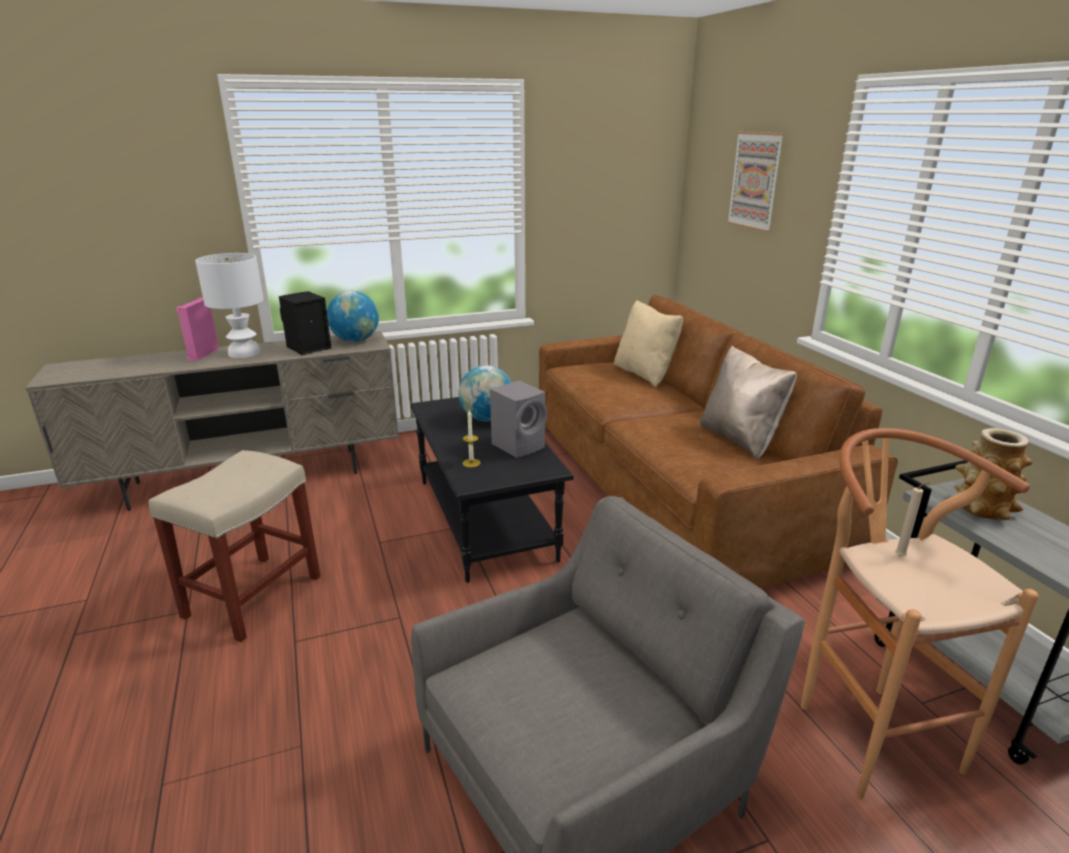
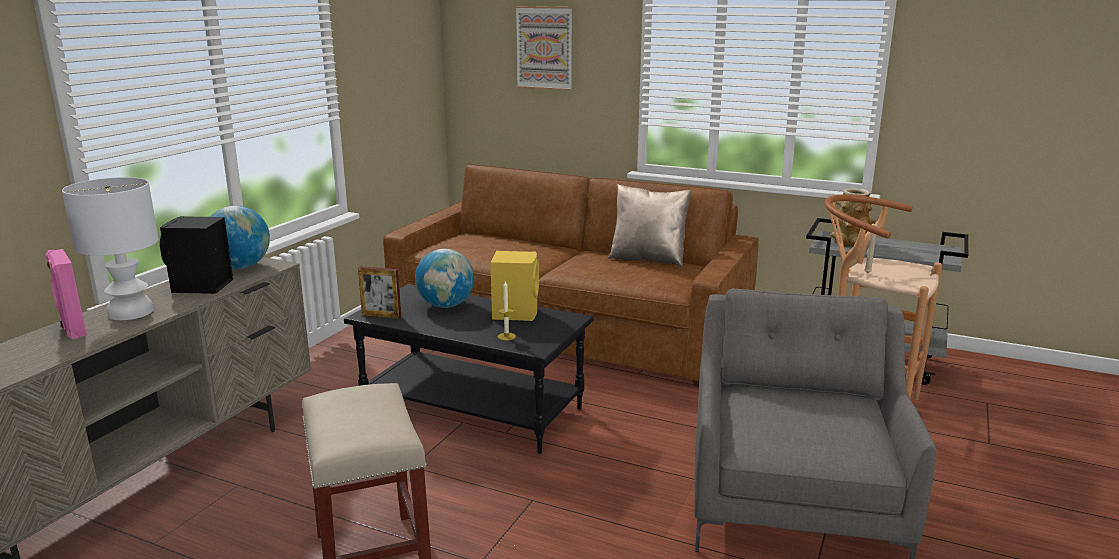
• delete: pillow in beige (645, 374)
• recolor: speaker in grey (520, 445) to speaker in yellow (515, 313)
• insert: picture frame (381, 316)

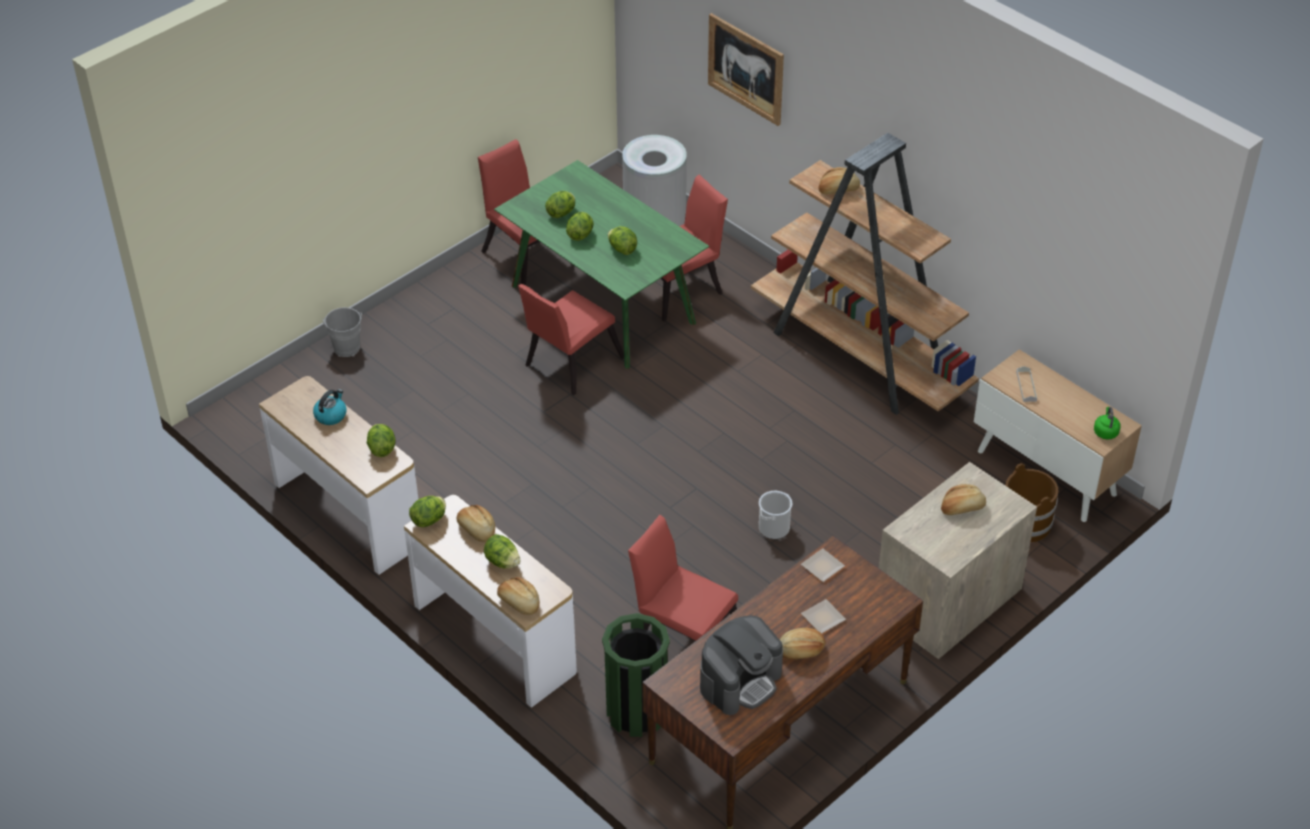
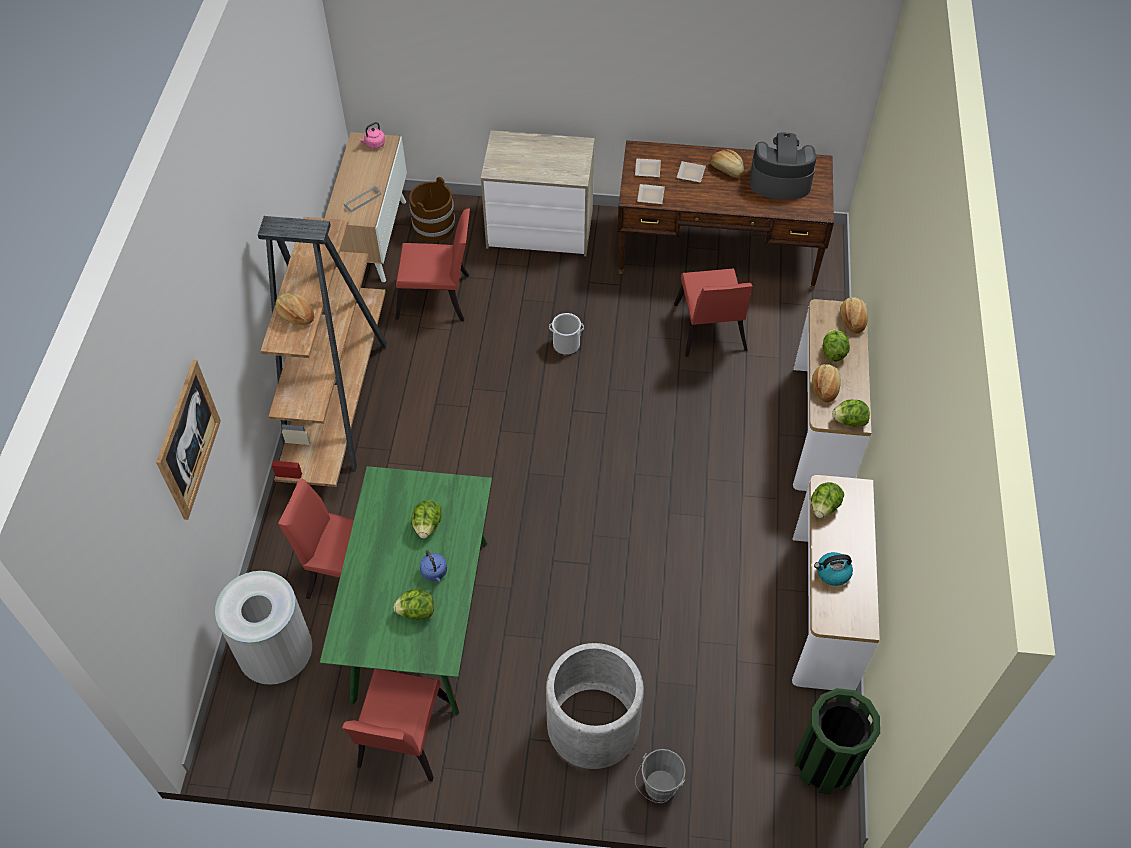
• replace: lettuce (580, 234) to kettle in blue (434, 572)
• move: chair in red (569, 364) to (438, 298)
• recolor: kettle in green (1105, 432) to kettle in pink (374, 144)
• delete: bread (962, 508)
• move: trash can in green (637, 712) to (824, 764)
• insert: plate (648, 170)
• insert: planter in grey (592, 725)

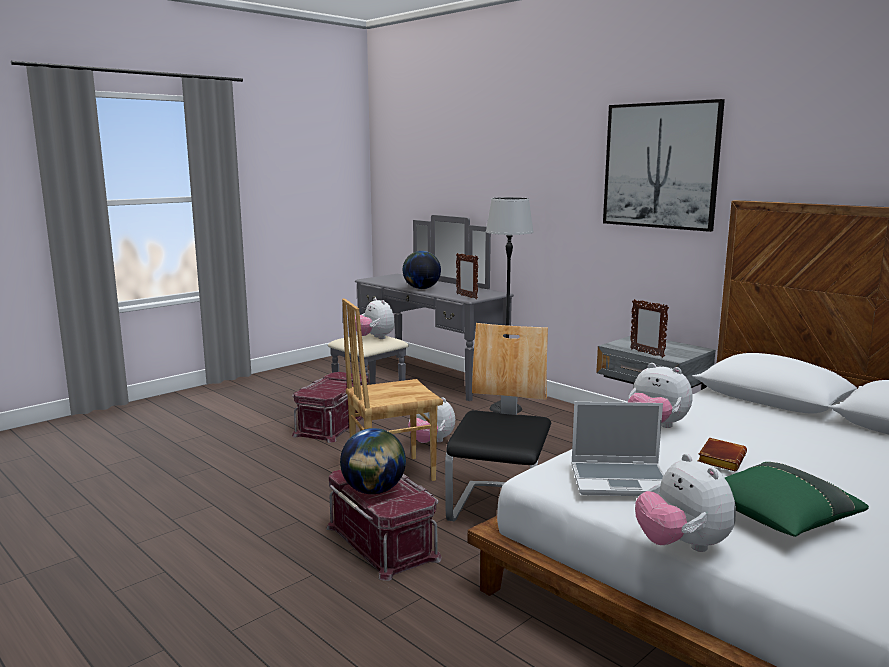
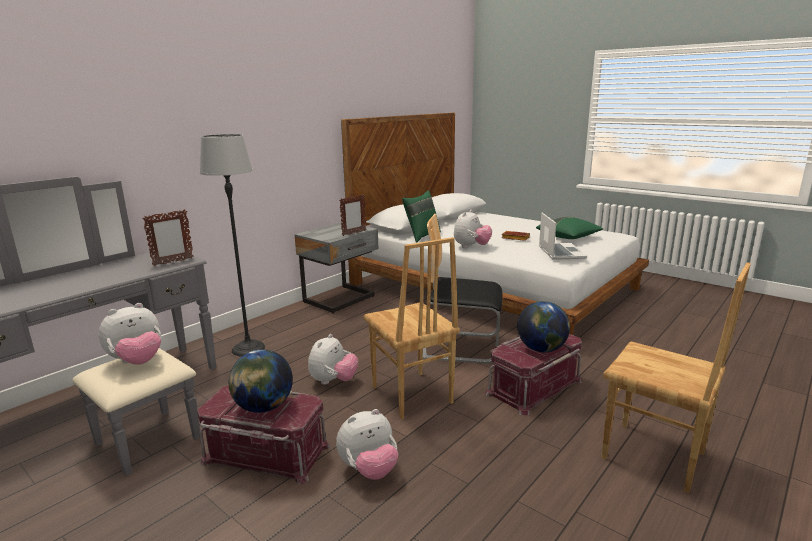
• delete: picture (660, 165)
• move: globe (421, 288) to (263, 407)
• move: plush toy (682, 546) to (369, 470)
• insert: pillow in green (421, 236)
• insert: chair in brown (653, 457)

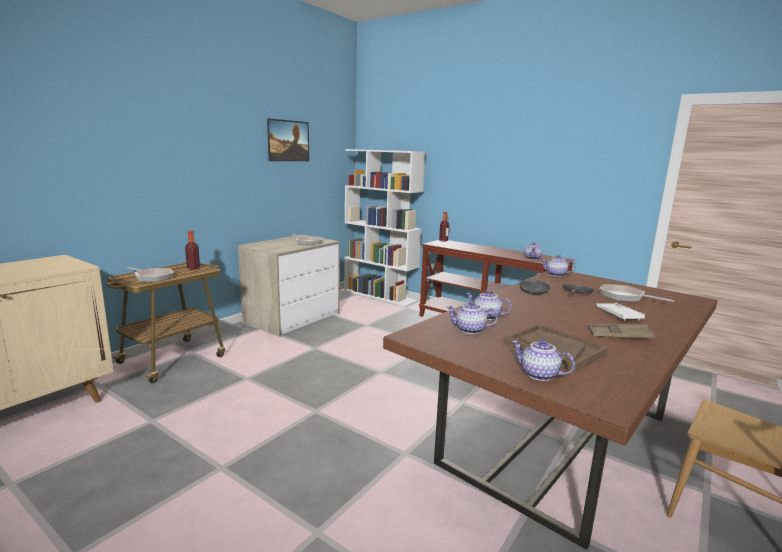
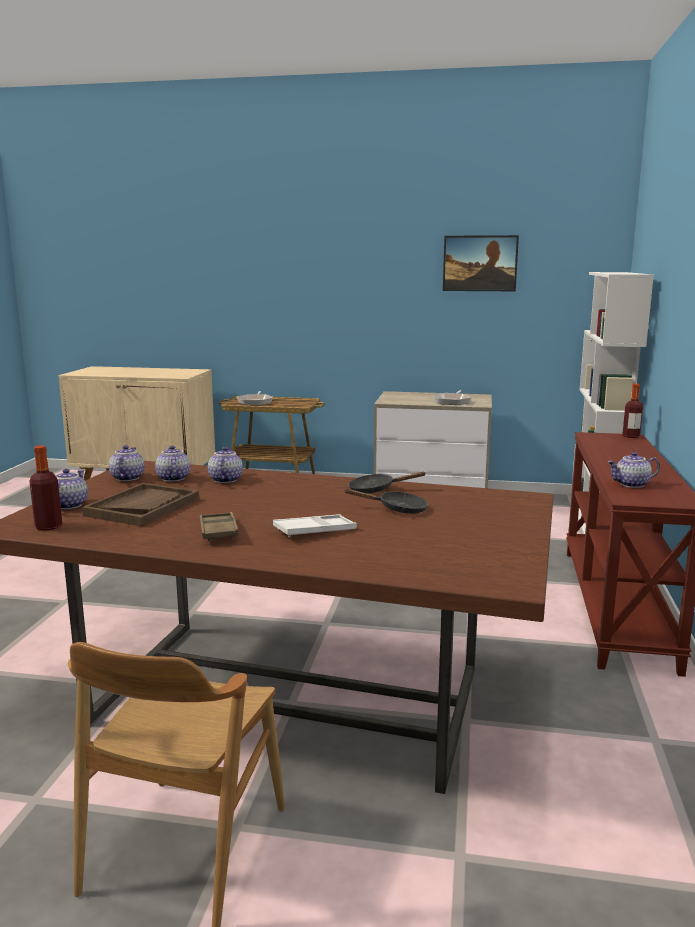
• move: bottle (193, 268) to (48, 526)
• move: teapot (555, 275) to (126, 478)
• delete: frying pan (625, 297)

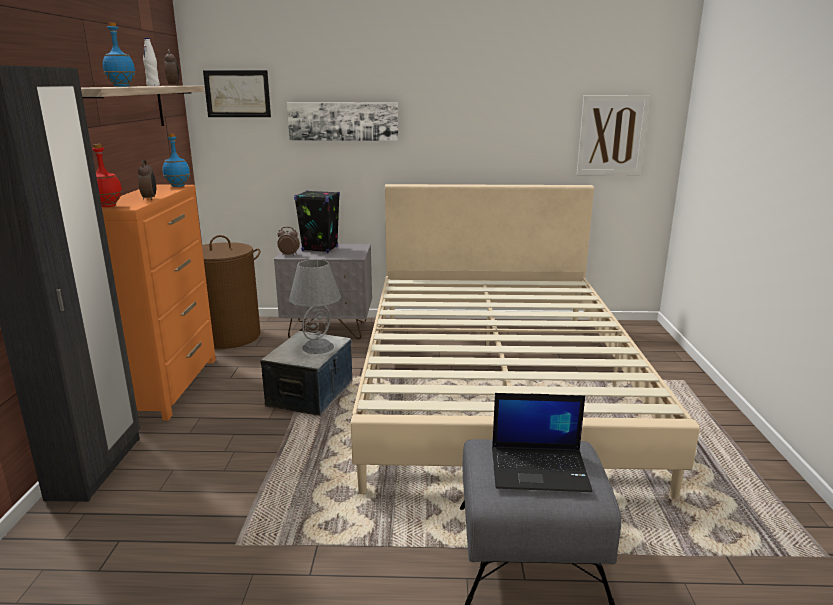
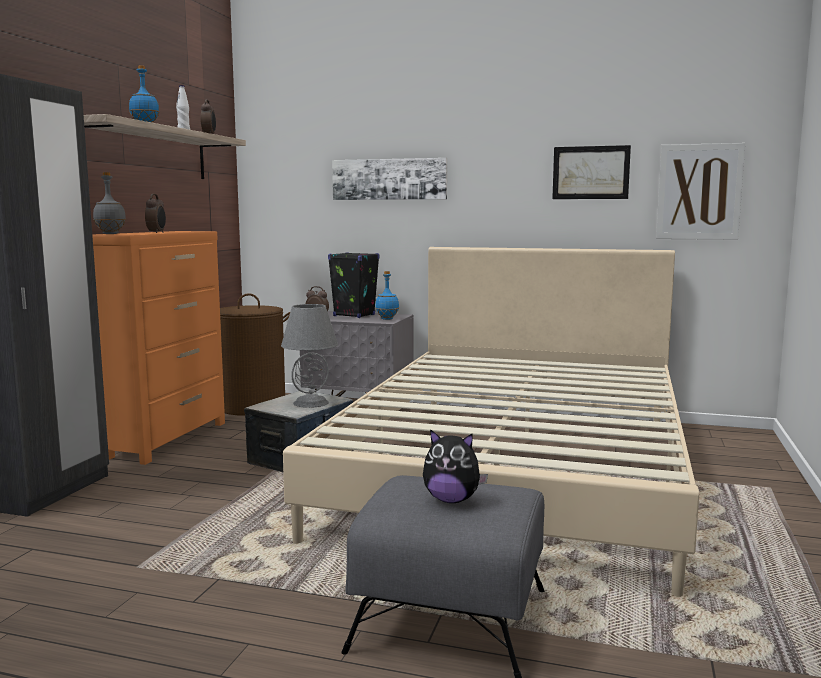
• move: picture (237, 94) to (590, 172)
• move: bottle in blue (178, 186) to (387, 319)
• recolor: bottle in red (108, 206) to bottle in grey (110, 234)
• replace: laptop (540, 469) to plush toy (452, 500)

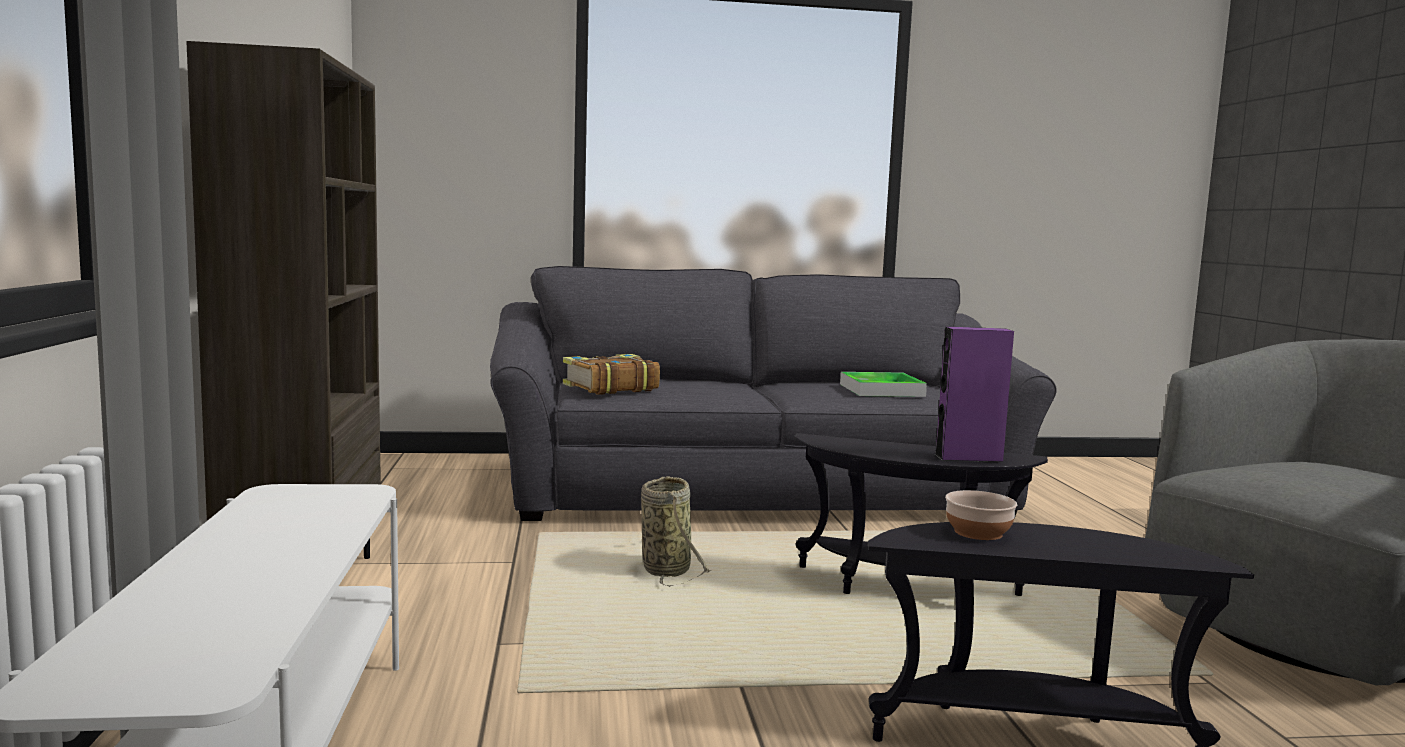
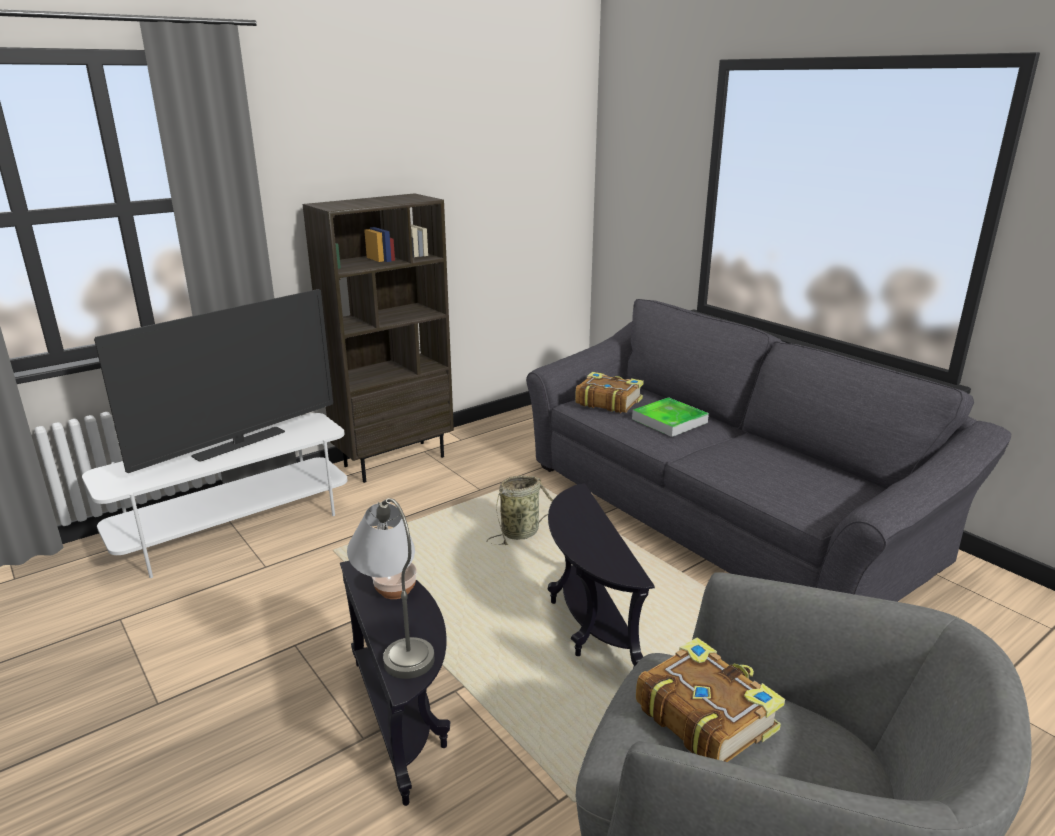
• delete: speaker in purple (968, 458)
• move: tray (881, 390) to (669, 421)
• insert: television (239, 444)
• insert: table lamp in grey (397, 640)
• insert: book (705, 715)

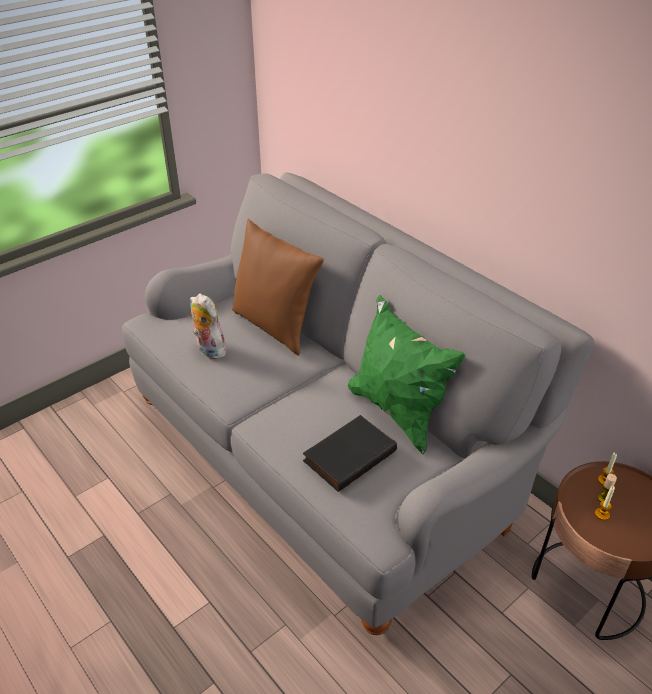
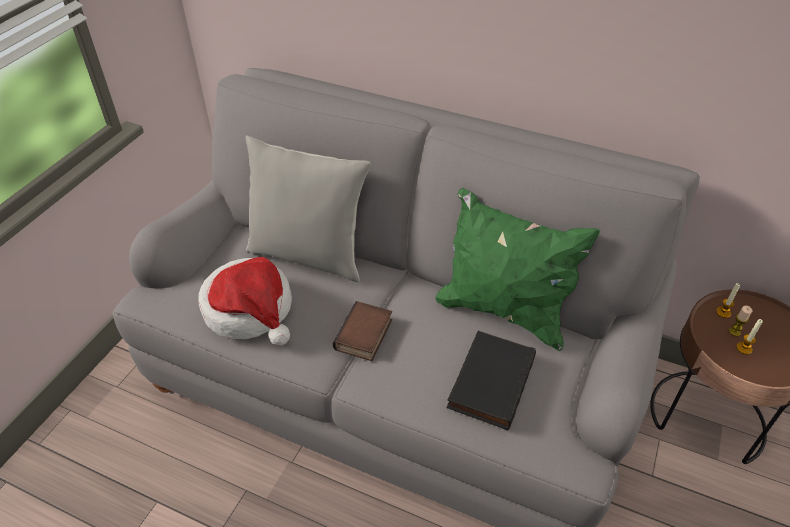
• recolor: pillow in brown (275, 326) to pillow in grey (309, 255)
• replace: plush toy (208, 350) to hat (250, 310)
• insert: book (365, 336)

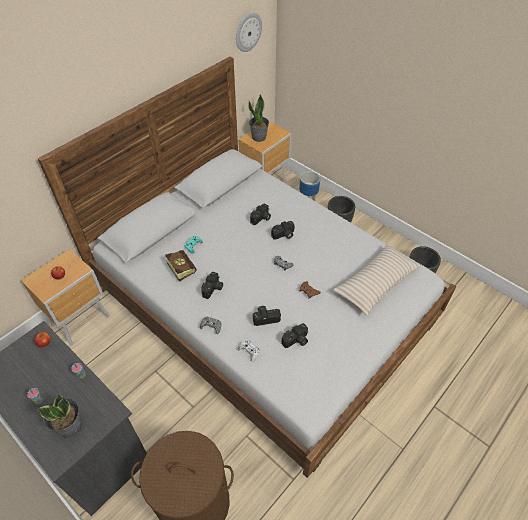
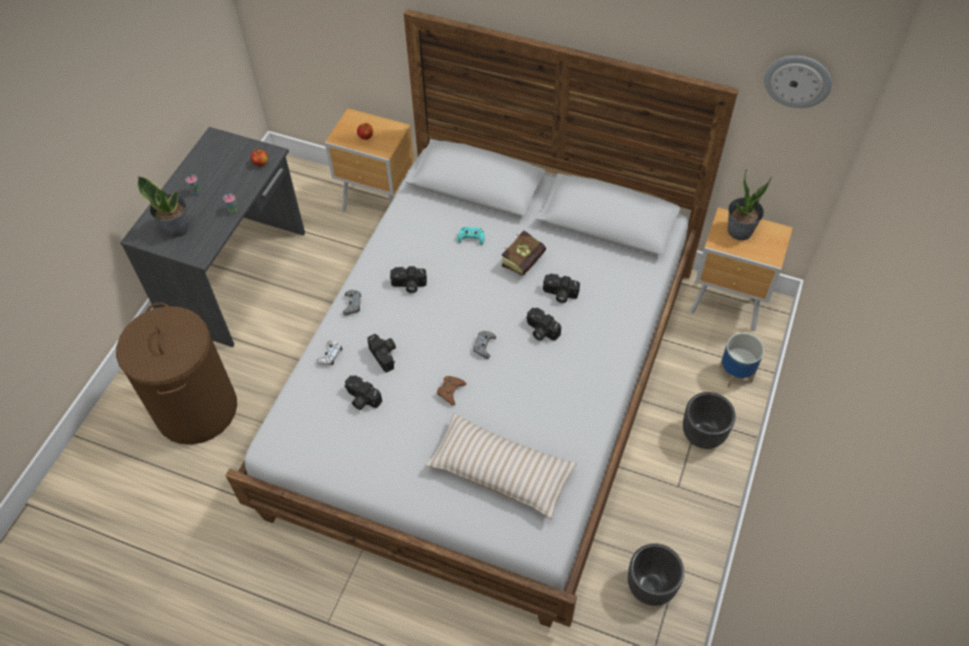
• move: book (180, 268) to (526, 259)

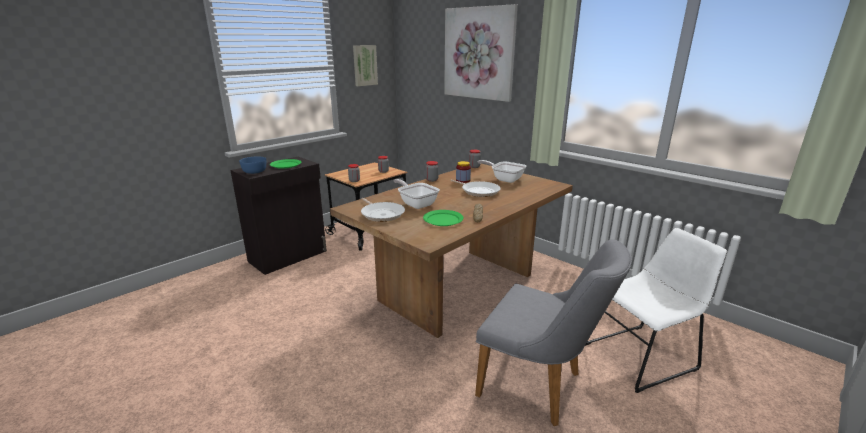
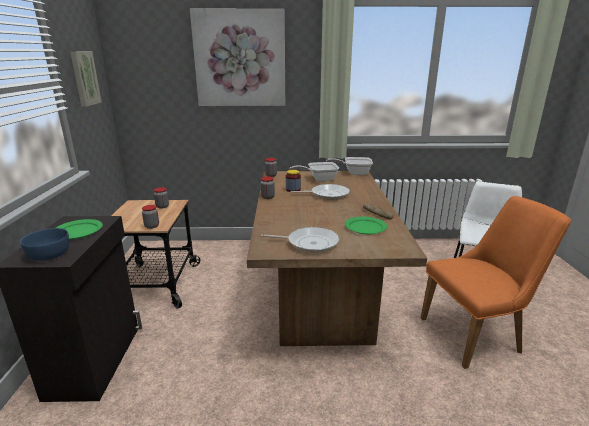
• move: frying pan (416, 204) to (354, 173)
• recolor: chair in grey (539, 386) to chair in orange (478, 334)

